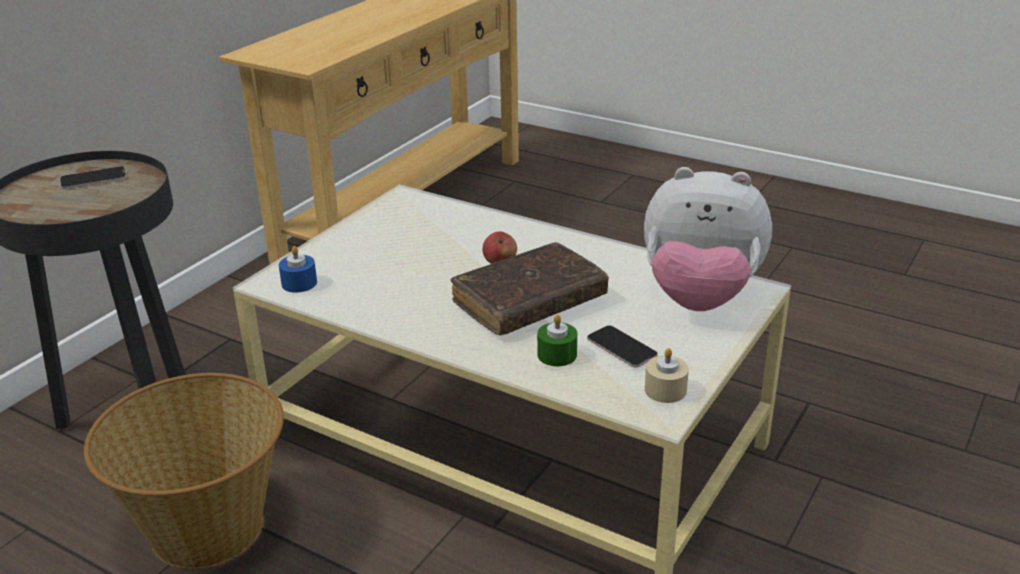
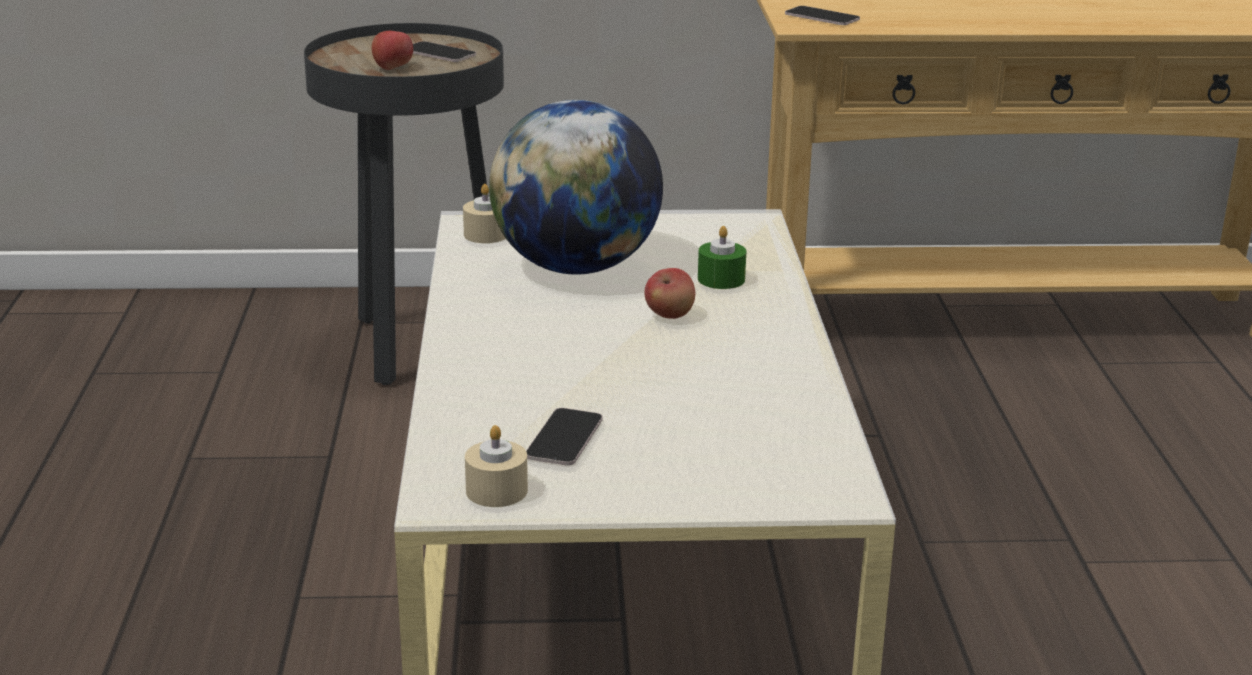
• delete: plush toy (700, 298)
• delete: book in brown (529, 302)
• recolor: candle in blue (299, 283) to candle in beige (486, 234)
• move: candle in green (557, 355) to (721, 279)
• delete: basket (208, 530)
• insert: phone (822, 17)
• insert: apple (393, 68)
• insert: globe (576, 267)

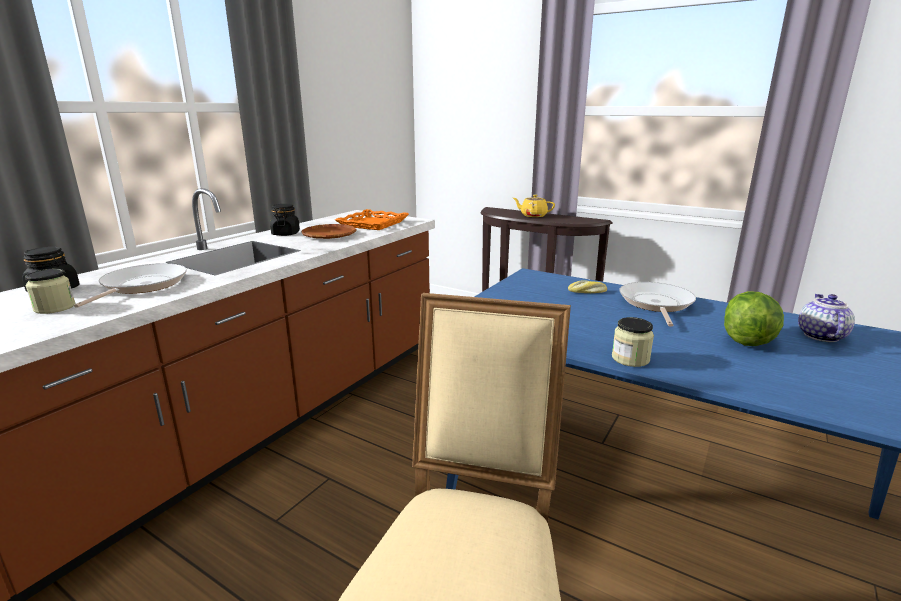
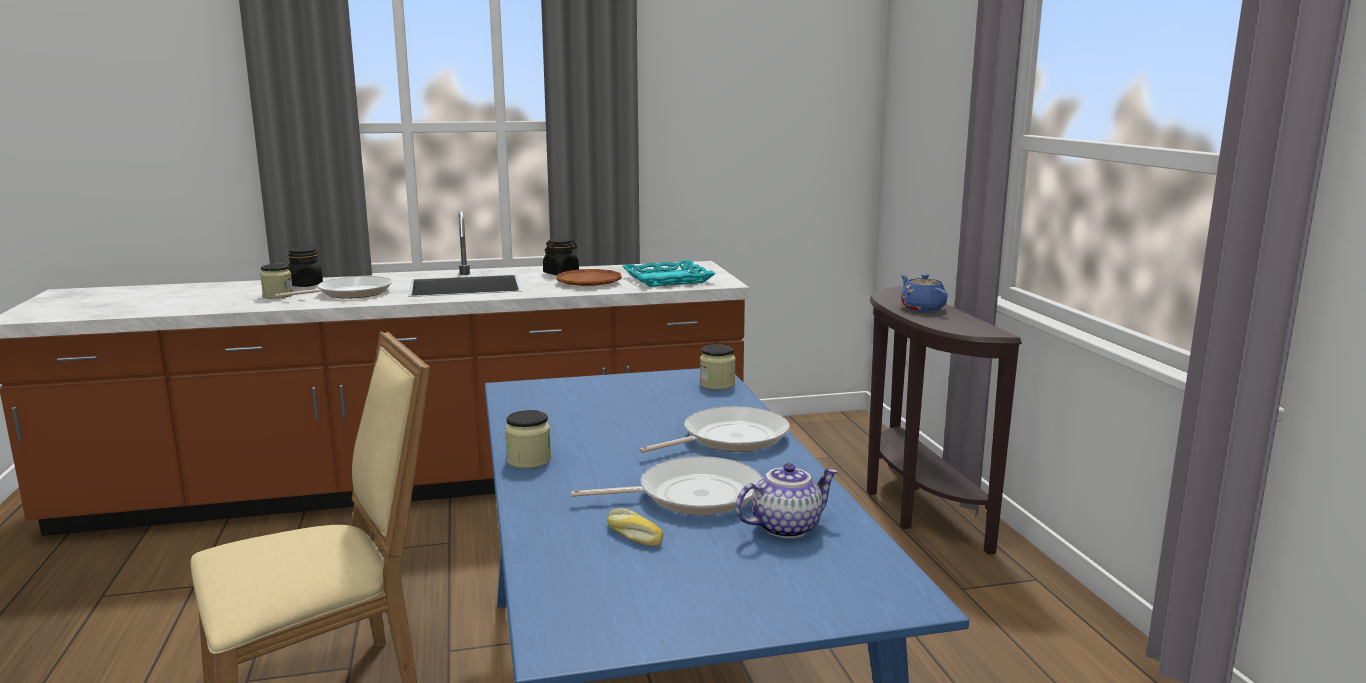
• recolor: teapot in yellow (533, 215) to teapot in blue (922, 308)
• recolor: tray in orange (373, 224) to tray in turquoise (667, 279)
• move: bread (587, 292) to (632, 535)
• replace: lettuce (748, 339) to frying pan (692, 495)
• insert: jar (717, 384)

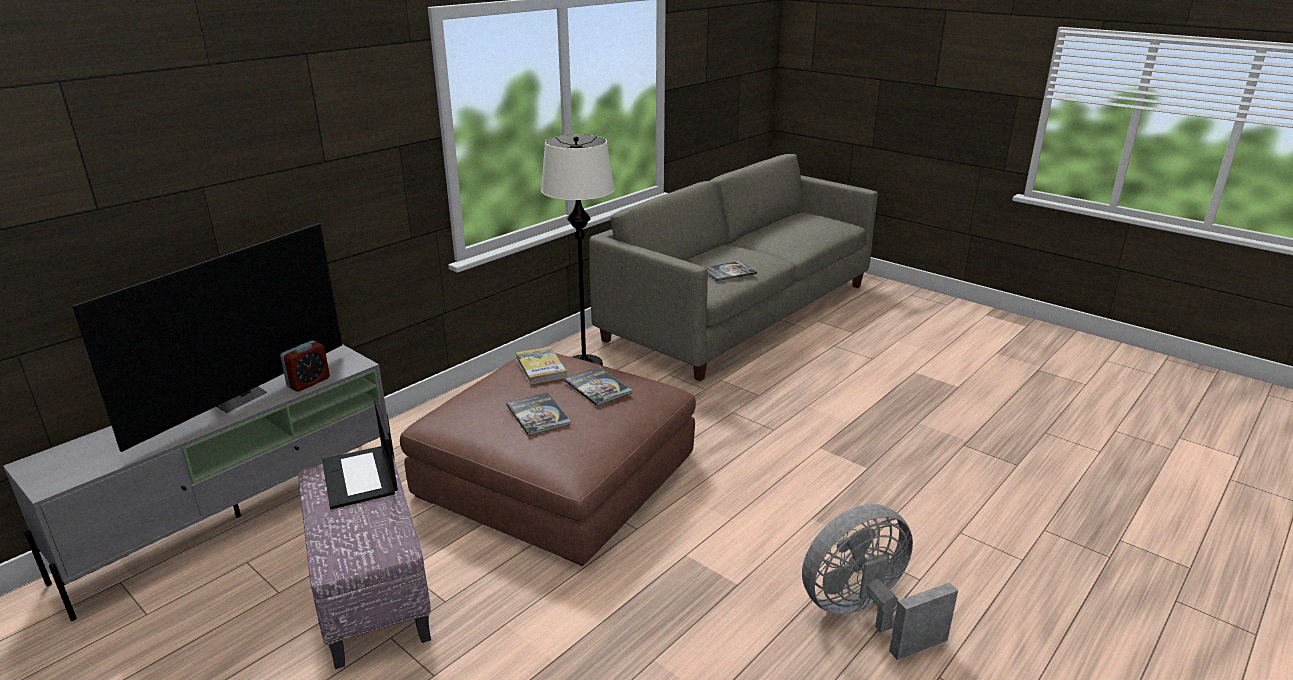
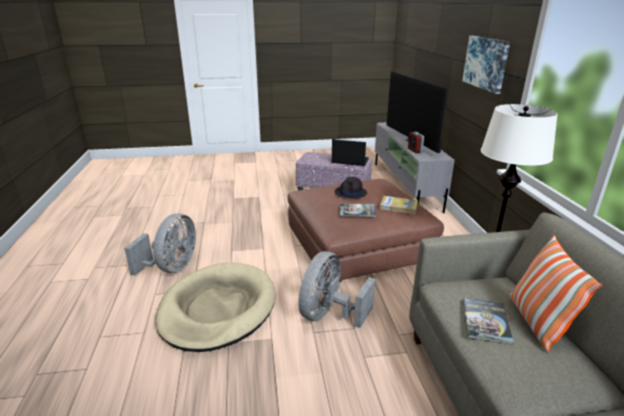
• replace: book (538, 415) to hat in black (350, 193)
• insert: picture (486, 63)
• insert: pillow (537, 322)
• insert: fan in grey (329, 314)
• insert: dog bed in beige (217, 309)

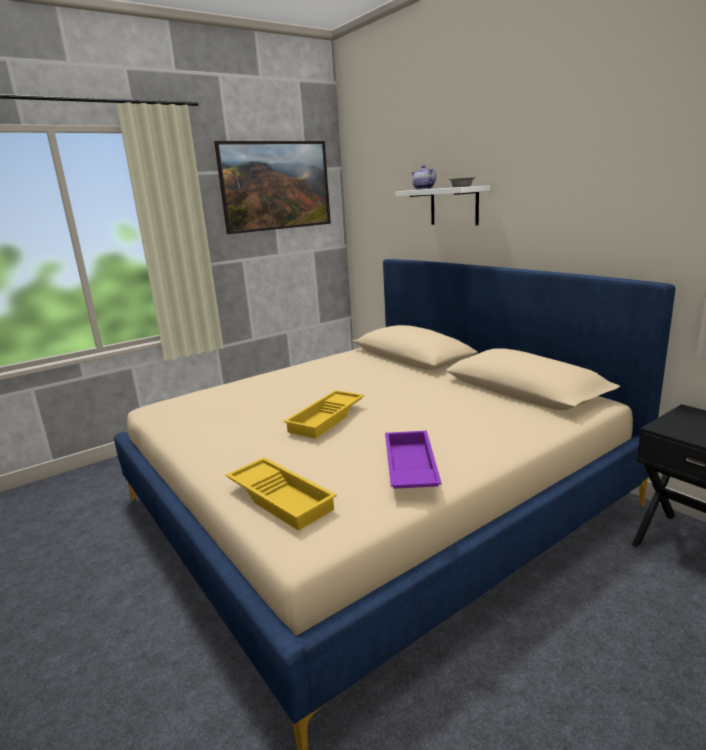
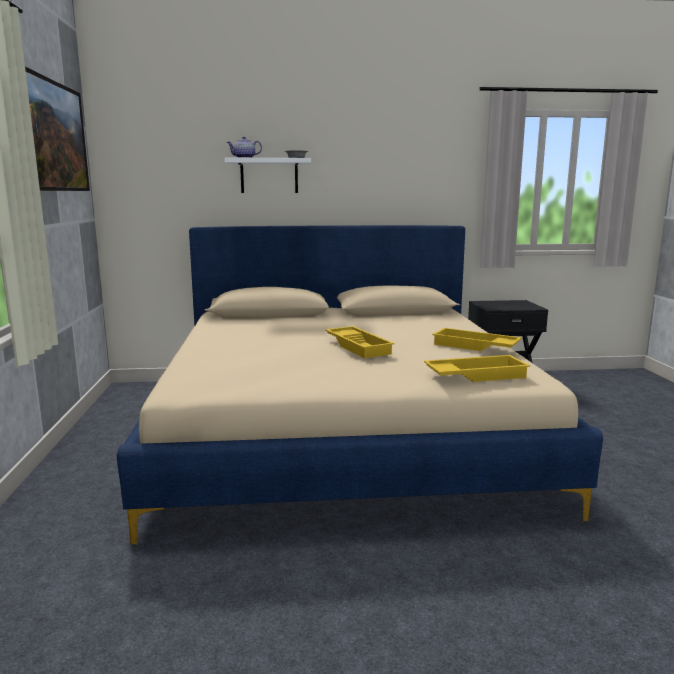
• recolor: tray in purple (409, 468) to tray in yellow (474, 346)

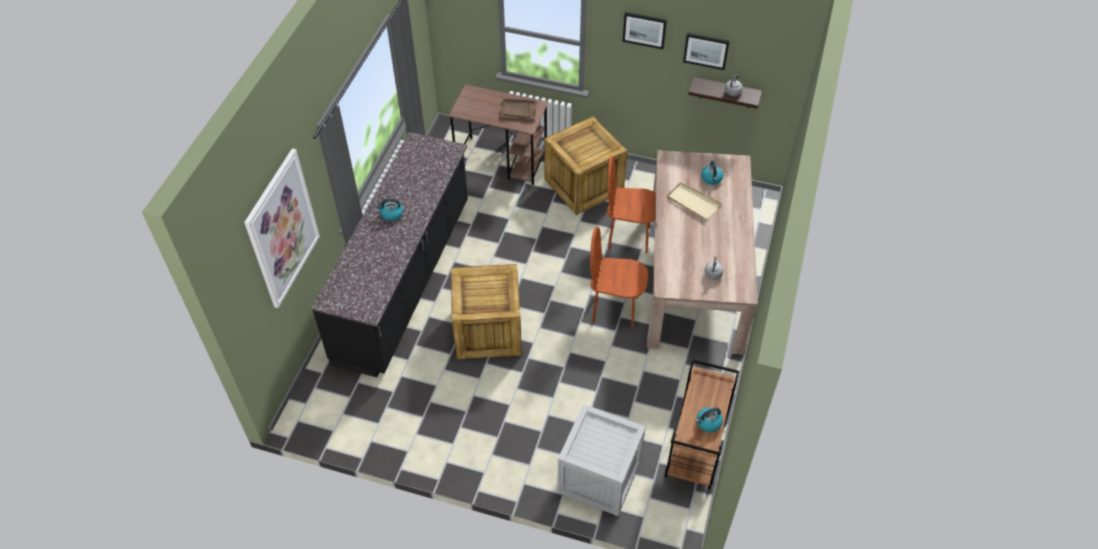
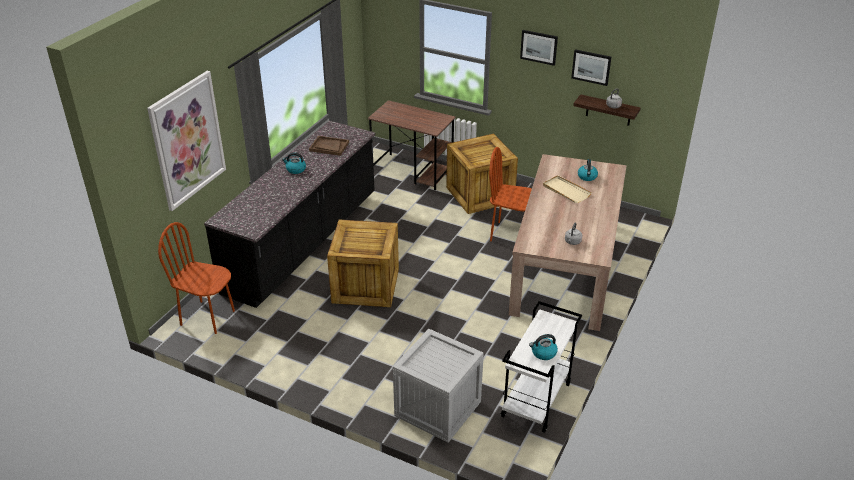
• move: tray in brown (518, 111) to (329, 146)
• move: chair in brown (615, 309) to (208, 317)
• recolor: cart in brown (695, 451) to cart in white (536, 401)

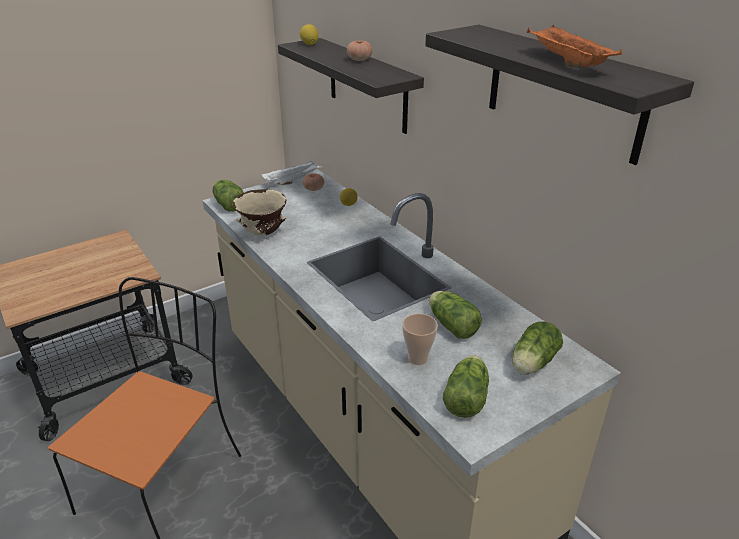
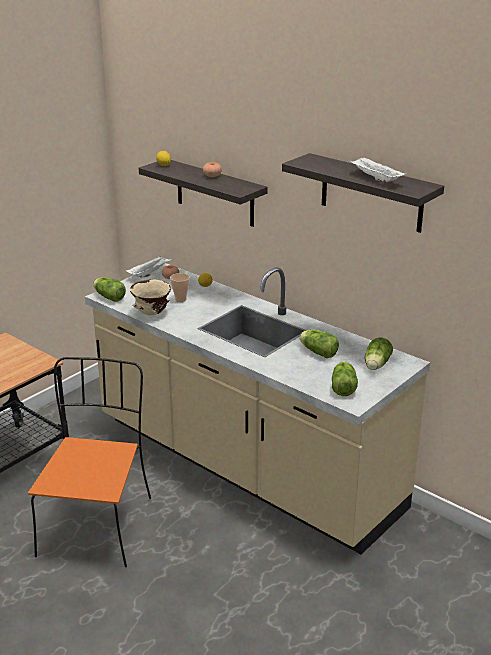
• recolor: tray in orange (566, 62) to tray in white (375, 179)
• move: cup (418, 358) to (180, 299)

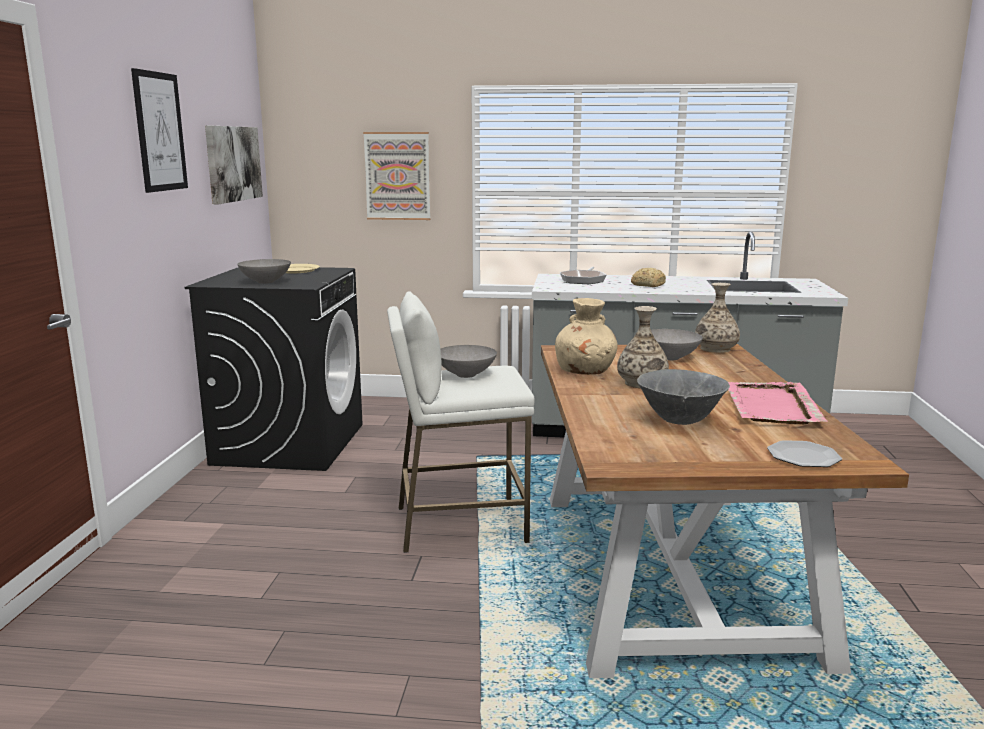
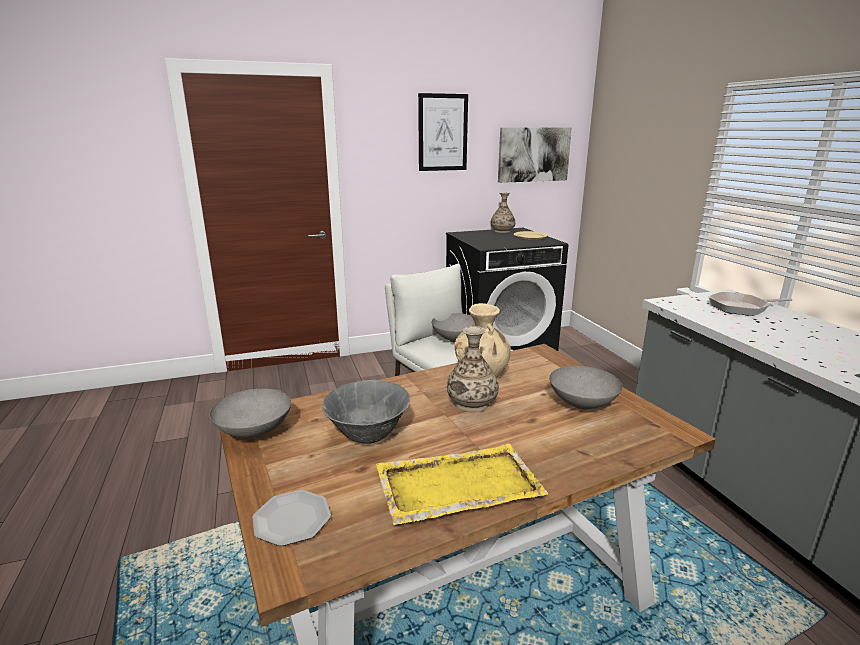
• delete: picture (397, 176)
• move: bowl in grey (266, 282) to (253, 432)
• delete: bread (647, 285)
• move: vase (715, 349) to (502, 231)
• recolor: tray in pink (771, 406) to tray in yellow (456, 486)

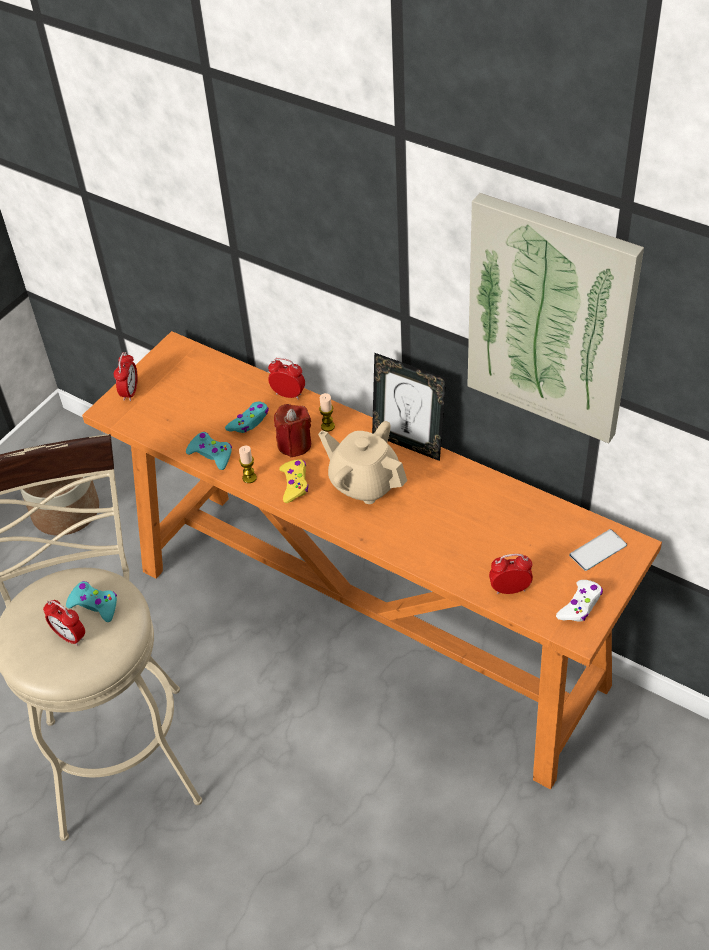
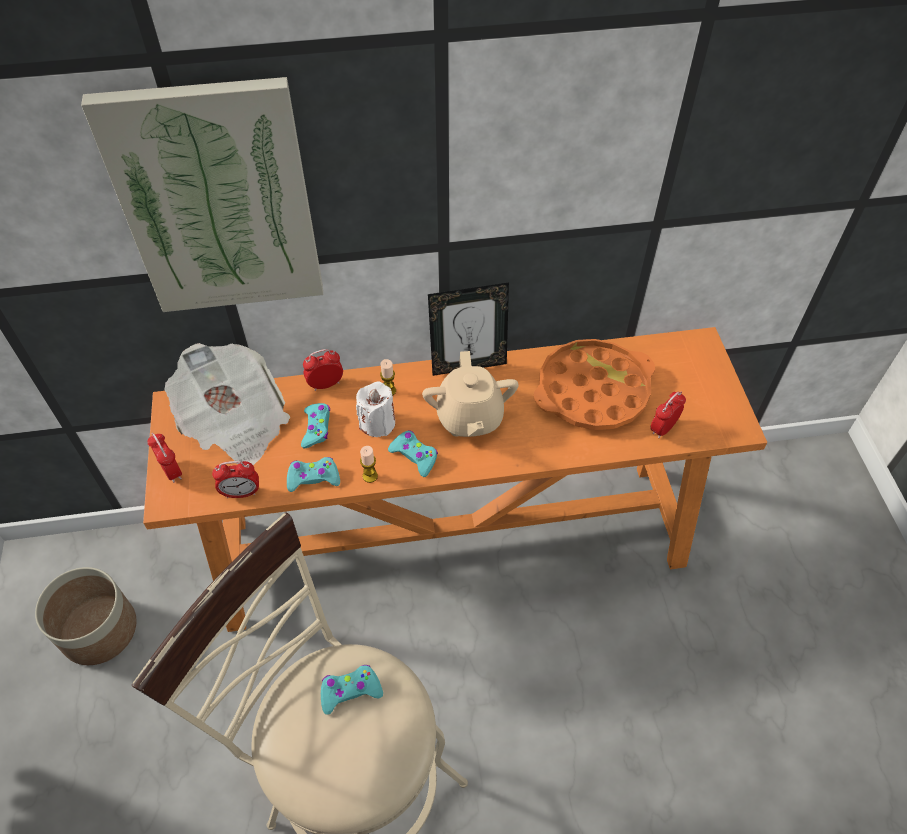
• move: picture (550, 319) to (218, 201)
• recolor: candle in red (294, 444) to candle in white (377, 423)
• rotate: teapot in beige (364, 483) = (469, 418) 90 degrees counterclockwise
• recolor: game controller in yellow (294, 484) to game controller in turquoise (414, 456)
• delete: phone (598, 550)
• delete: game controller in white (580, 605)
• move: alarm clock (70, 636) to (241, 493)
• insert: tray in orange (592, 391)
• insert: newspaper (235, 422)

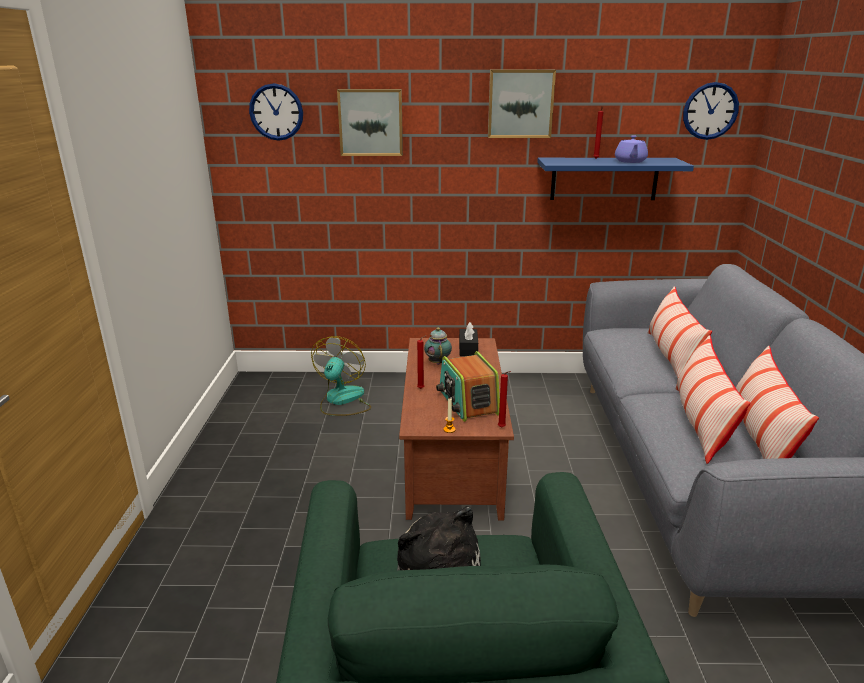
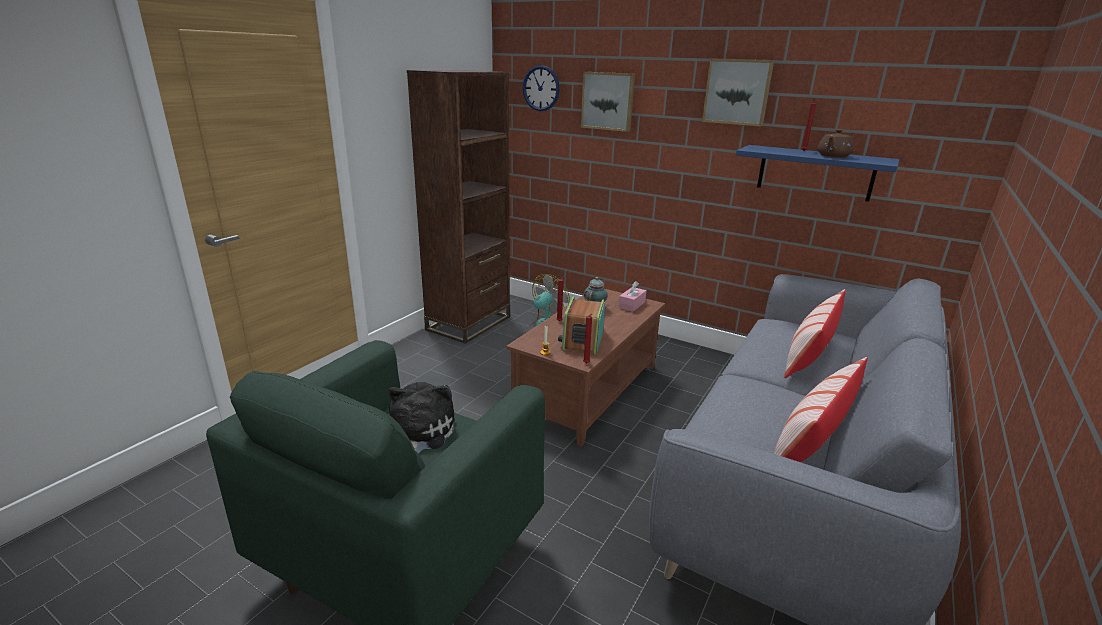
• delete: wall clock (710, 111)
• recolor: teapot in purple (630, 161) to teapot in brown (833, 156)
• recolor: tissue box in black (468, 349) to tissue box in pink (631, 305)
• delete: pillow (701, 423)
• insert: bookcase in brown (469, 323)

